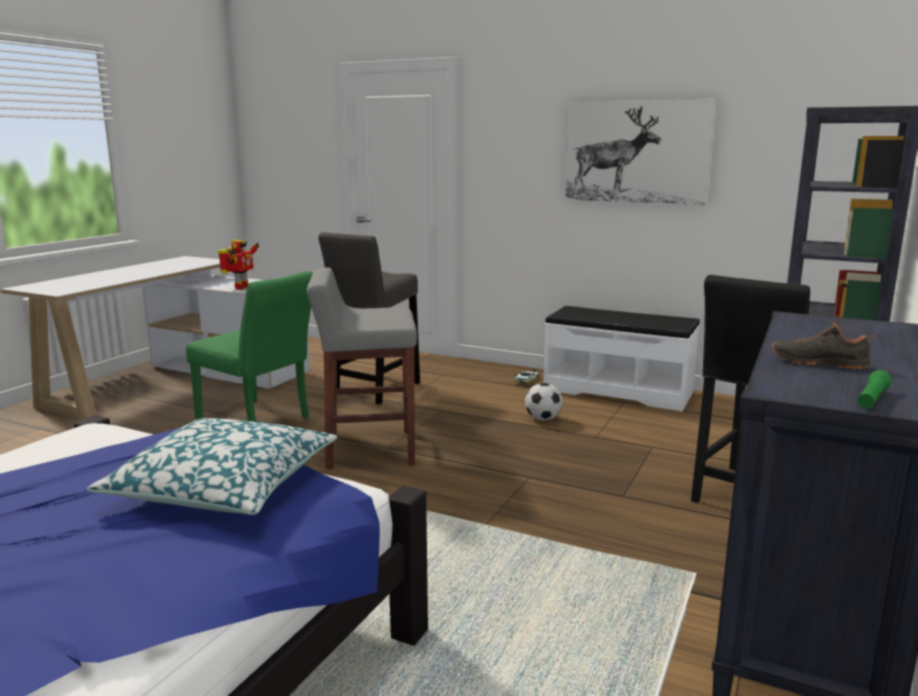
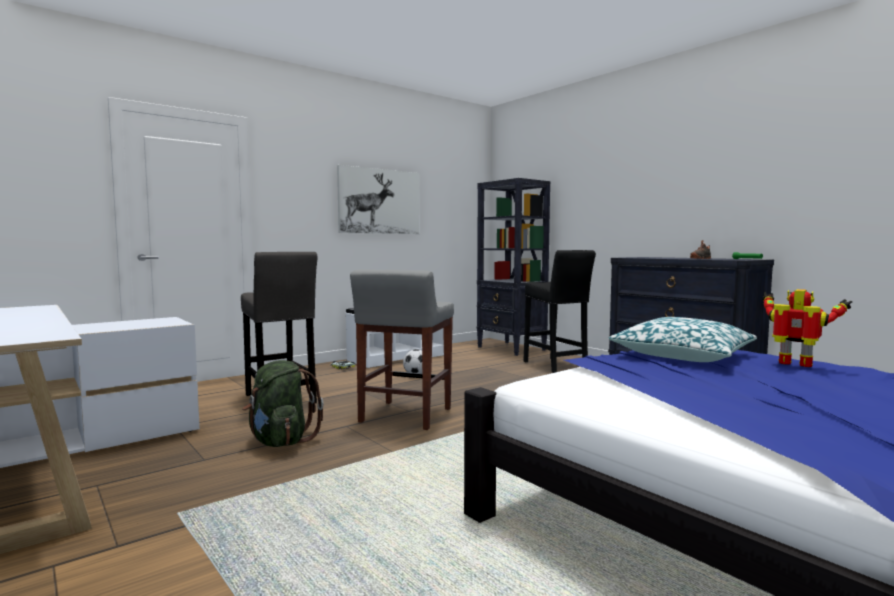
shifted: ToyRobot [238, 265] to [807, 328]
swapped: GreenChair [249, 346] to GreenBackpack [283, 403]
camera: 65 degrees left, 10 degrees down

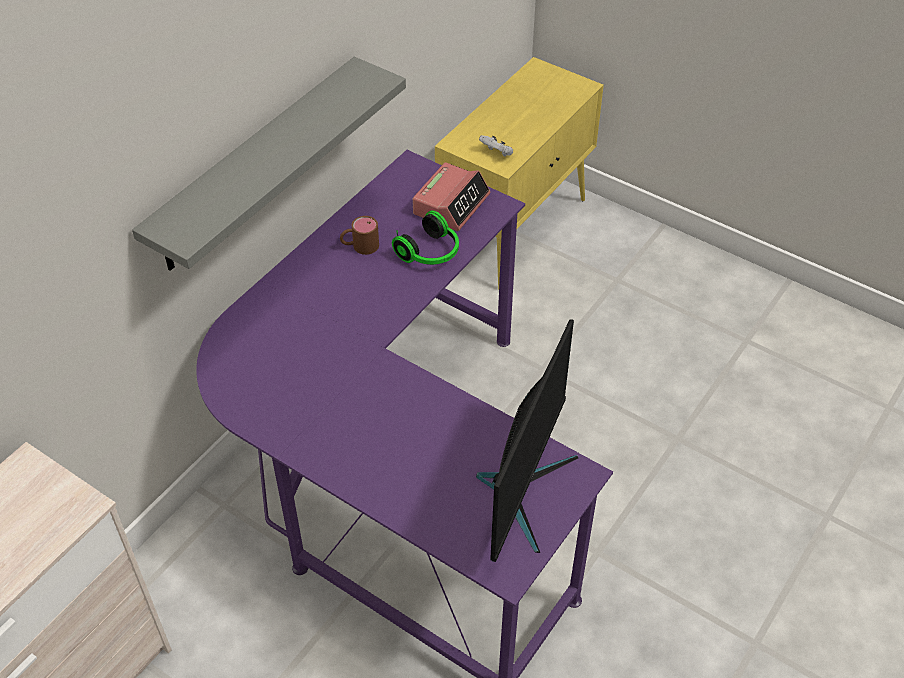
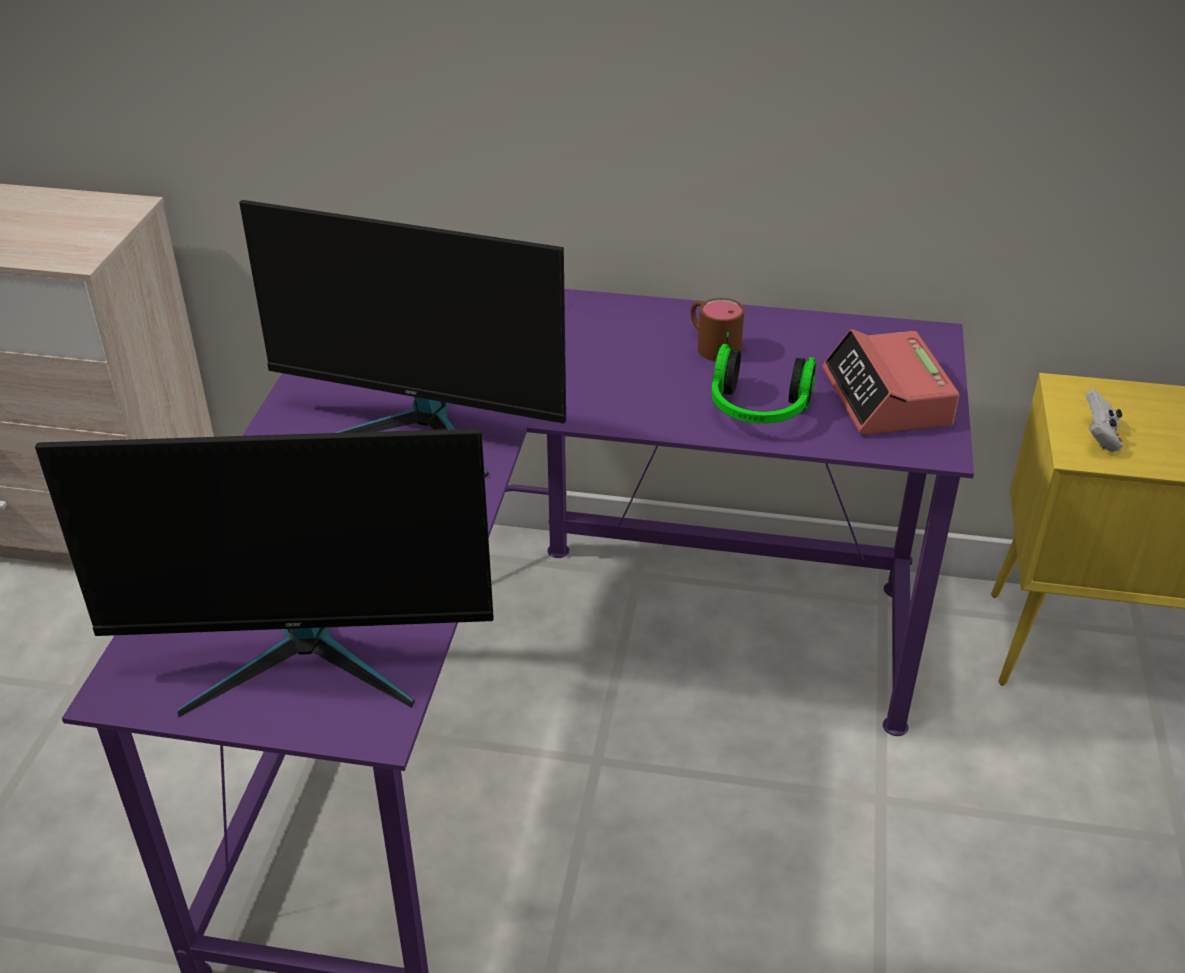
gone: GreyShelf [269, 164]
new: Monitor [402, 339]
rotated: AlarmClock [451, 196] = [890, 382] 75 degrees clockwise
camera: 65 degrees right, 10 degrees down

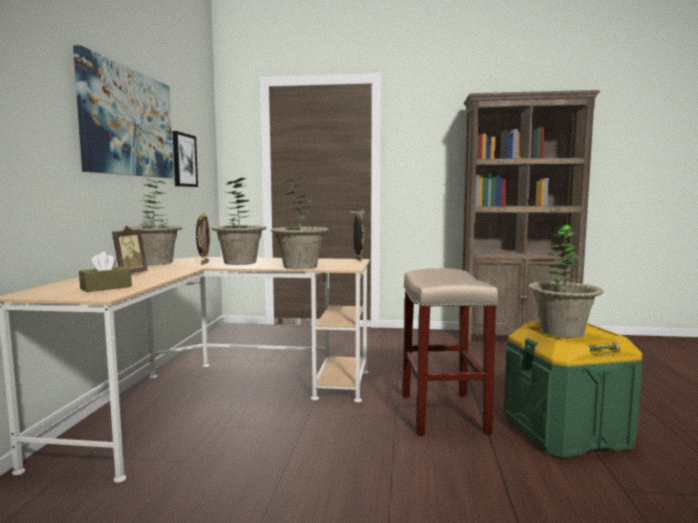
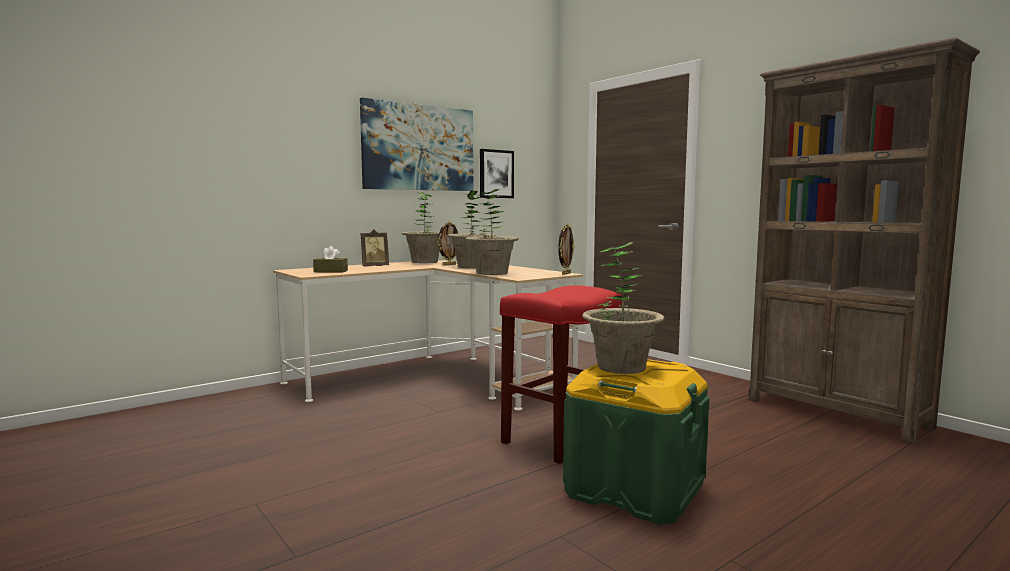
repainted: BeigeStool [450, 352] to RedStool [561, 374]
camera: 45 degrees right, 0 degrees up

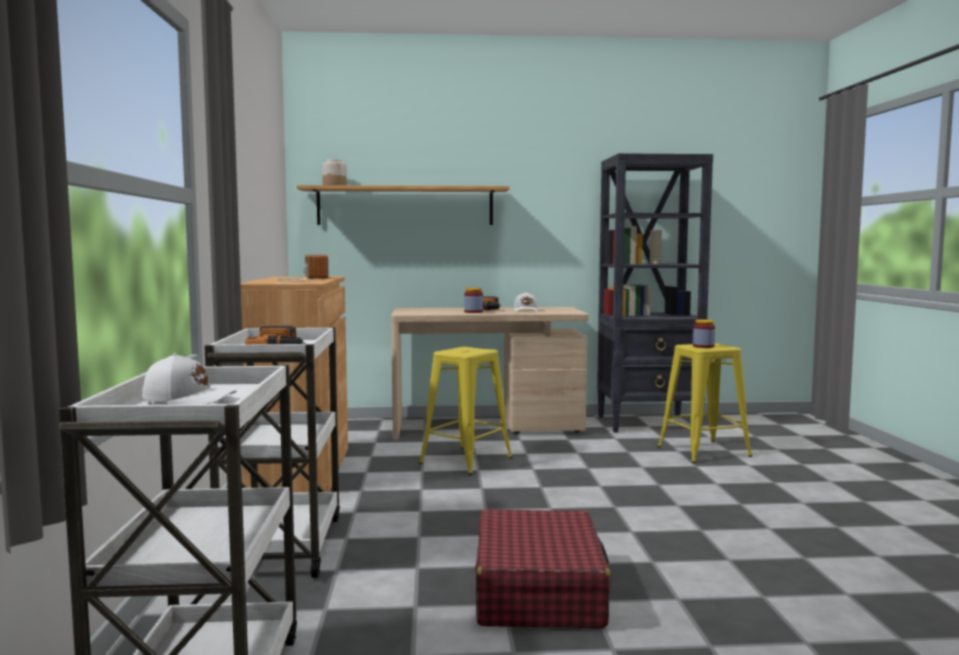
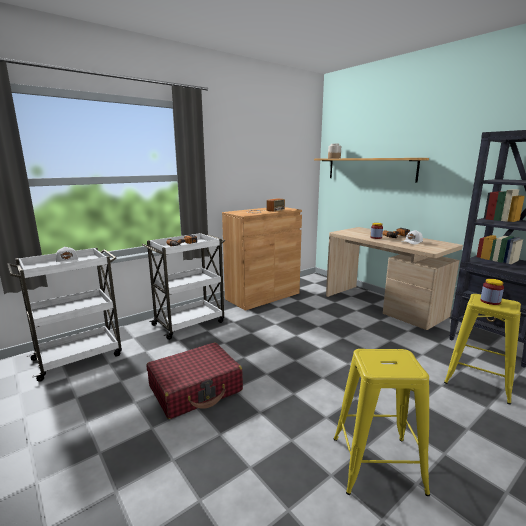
shifted: YellowStool [466, 411] to [381, 422]
camera: 55 degrees right, 10 degrees up

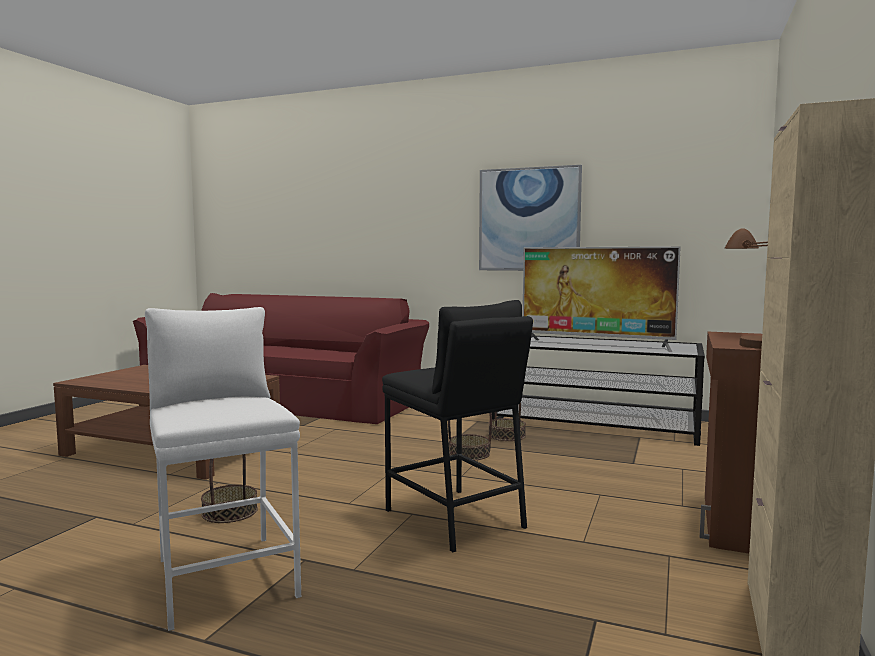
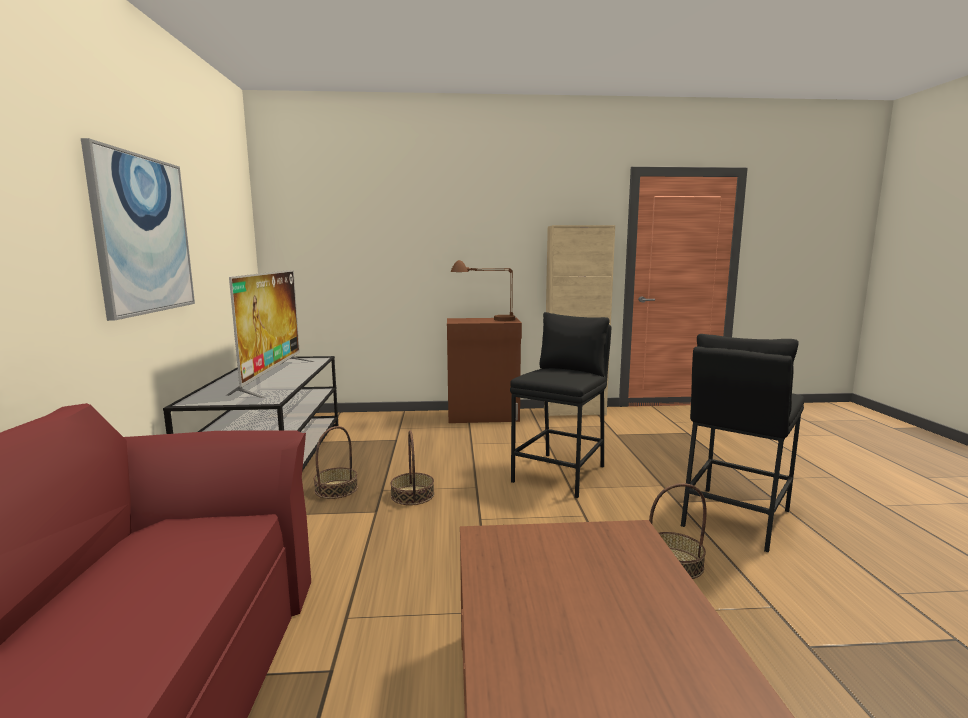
repainted: WhiteStool [223, 469] to BlackStool [743, 443]
camera: 115 degrees left, 5 degrees up

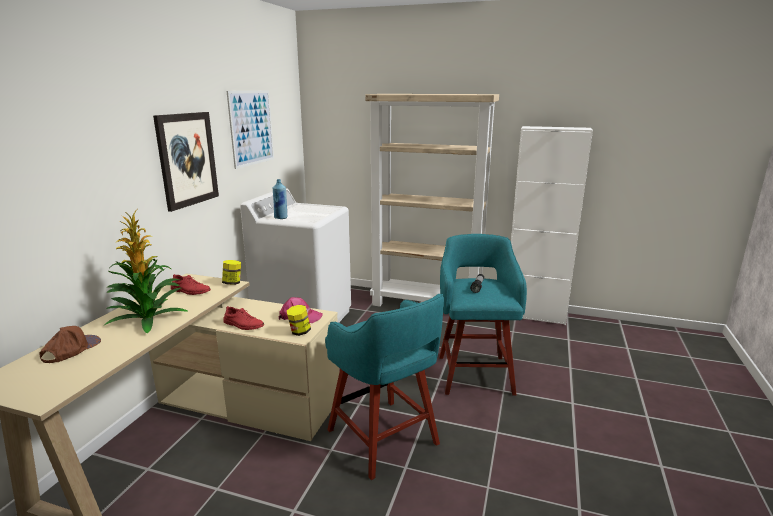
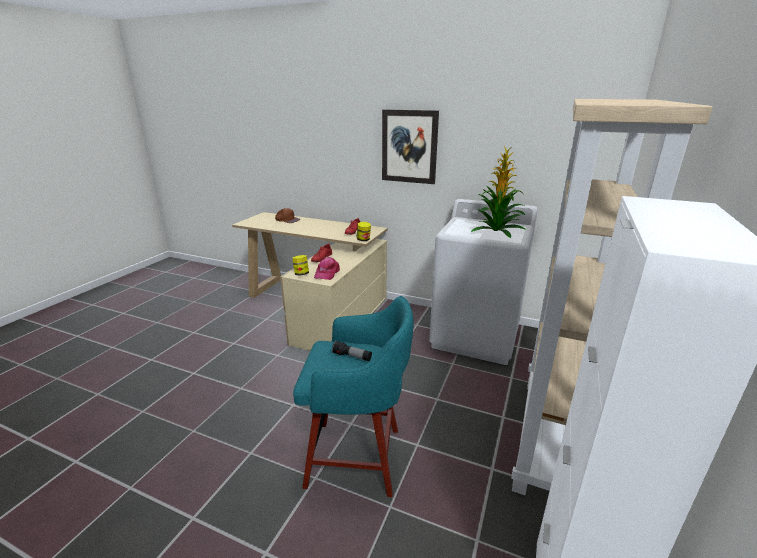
gone: Picture [250, 130]; BlueBottle [280, 199]; TurquoiseStool [384, 387]
shifted: PottedPlant [147, 272] to [498, 192]
camera: 95 degrees right, 5 degrees up

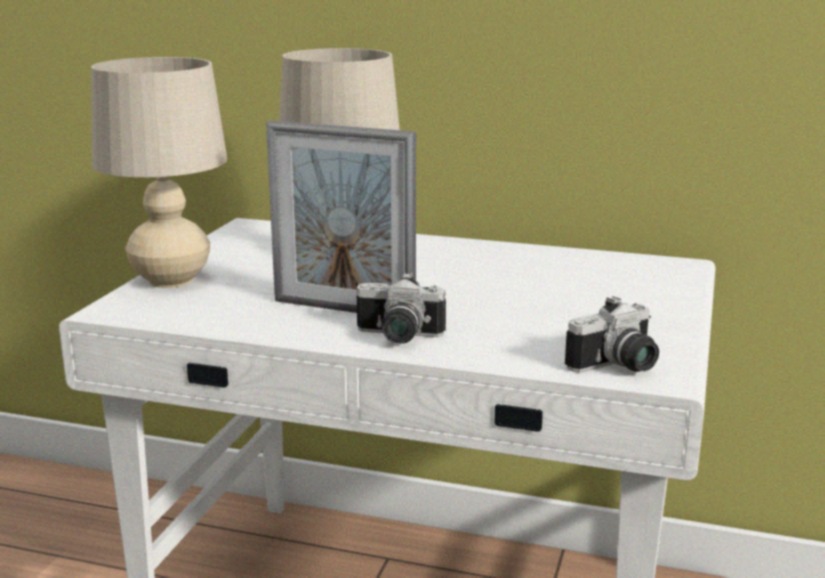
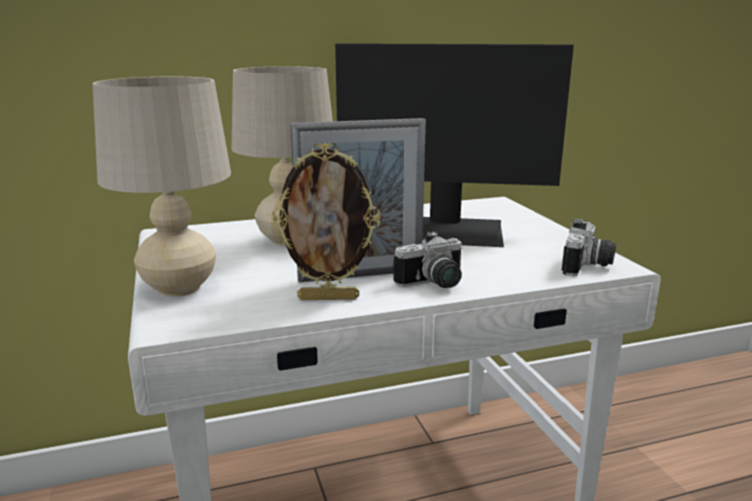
new: PictureFrame [326, 221]; Monitor [454, 145]
camera: 35 degrees left, 0 degrees up

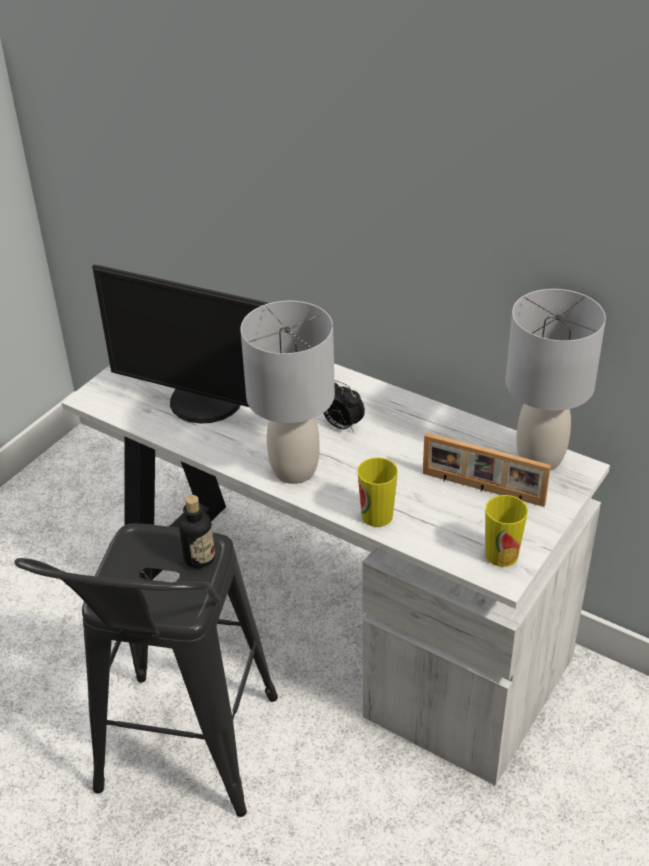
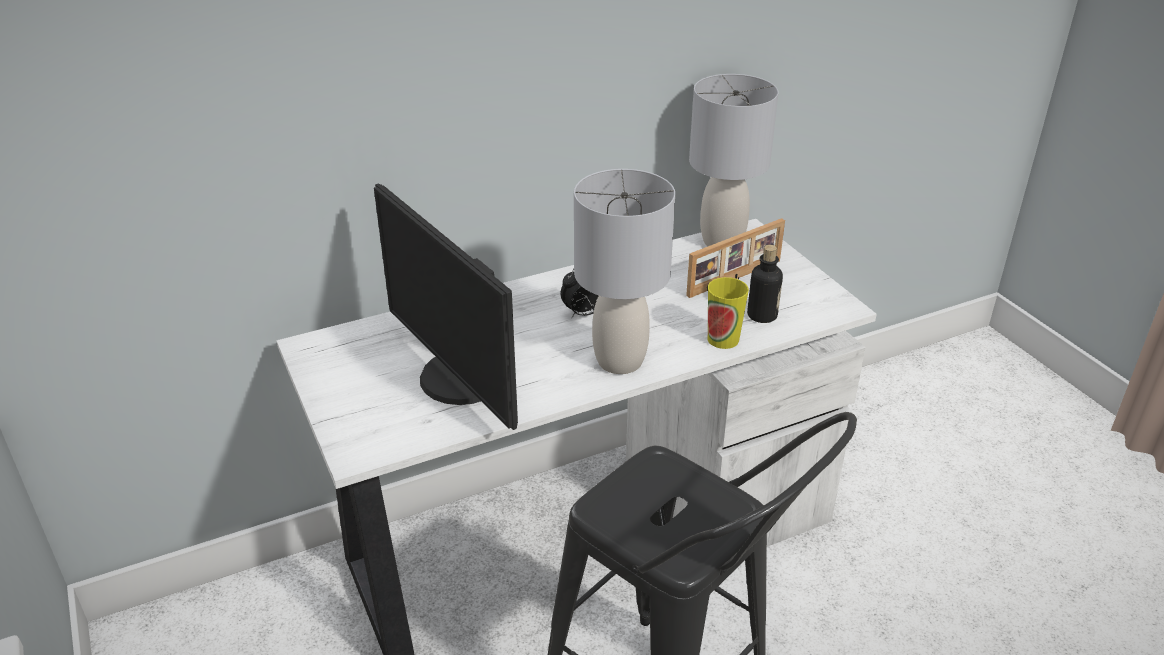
gone: Cup [506, 531]
shifted: Bottle [197, 532] to [765, 284]
rotated: Monitor [180, 344] = [446, 306] 90 degrees clockwise
camera: 60 degrees left, 5 degrees down

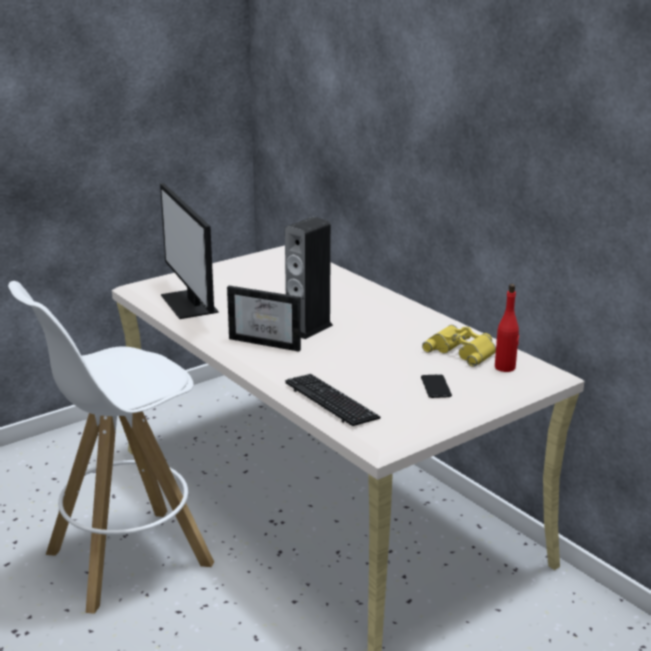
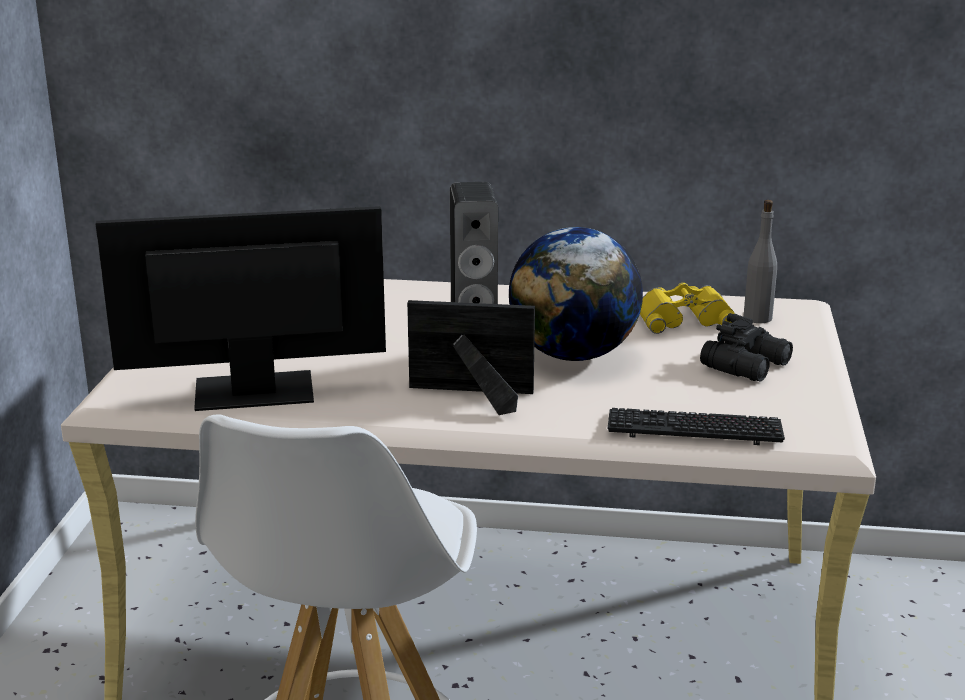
new: Globe [576, 294]
swapped: Phone [436, 386] to BlackBinoculars [746, 347]
repainted: RedBottle [507, 328] to GreyBottle [760, 261]
rotated: Monitor [189, 251] = [240, 308] 150 degrees clockwise; PictureFrame [264, 319] = [471, 357] 150 degrees counterclockwise
camera: 45 degrees left, 0 degrees up

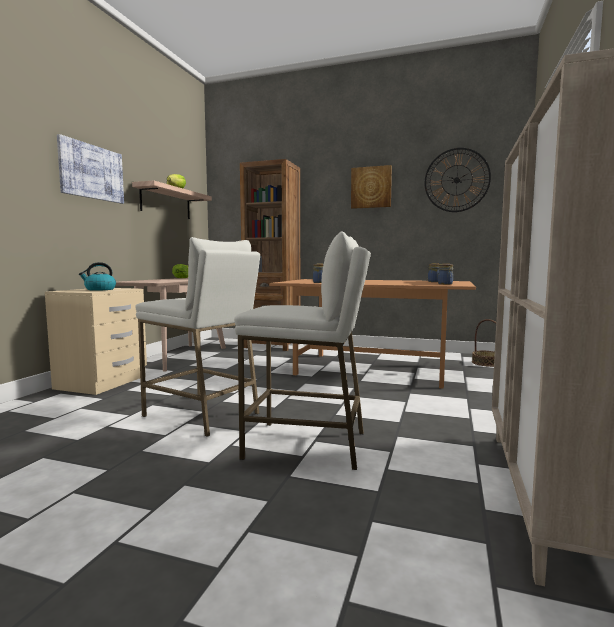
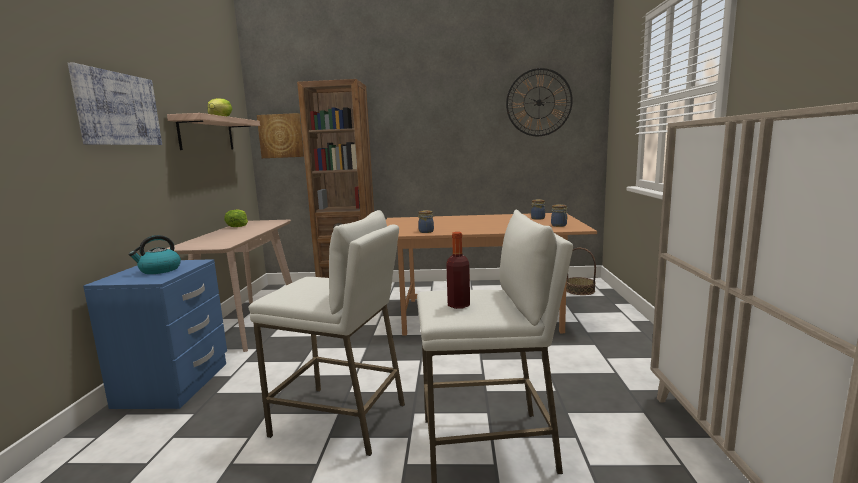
new: Bottle [458, 270]
shifted: Picture [371, 187] to [280, 135]
repainted: BeigeNightstand [96, 341] to BlueNightstand [155, 334]
camera: 15 degrees left, 5 degrees up

